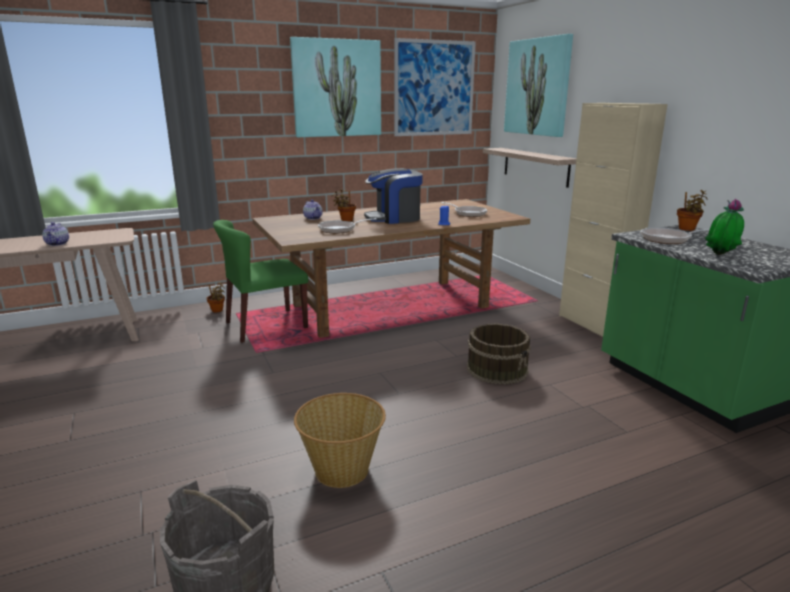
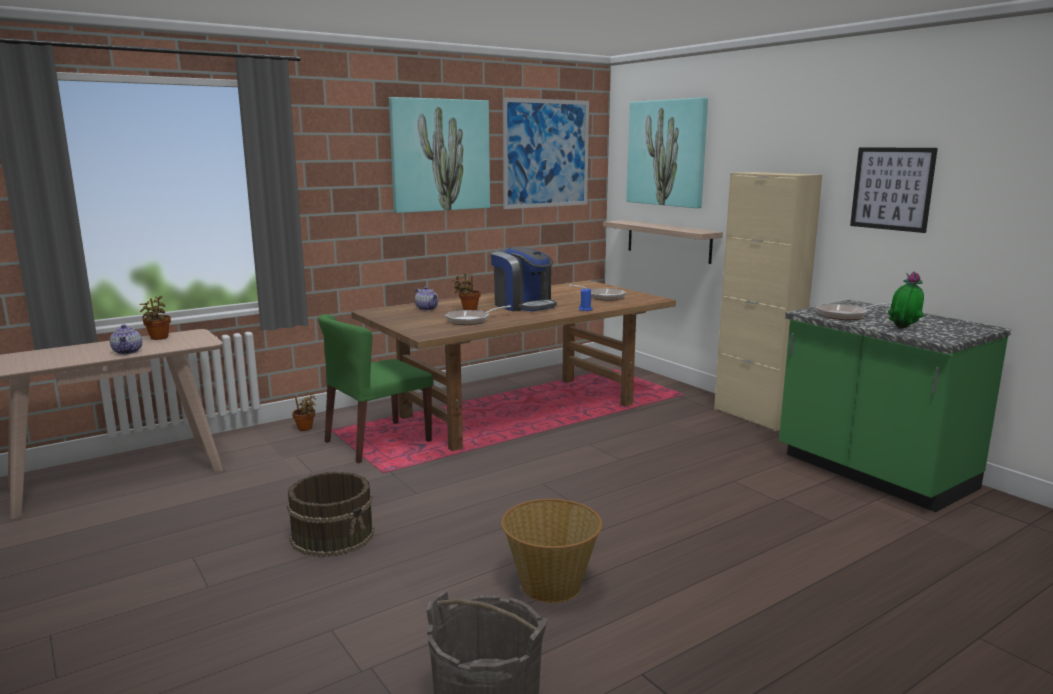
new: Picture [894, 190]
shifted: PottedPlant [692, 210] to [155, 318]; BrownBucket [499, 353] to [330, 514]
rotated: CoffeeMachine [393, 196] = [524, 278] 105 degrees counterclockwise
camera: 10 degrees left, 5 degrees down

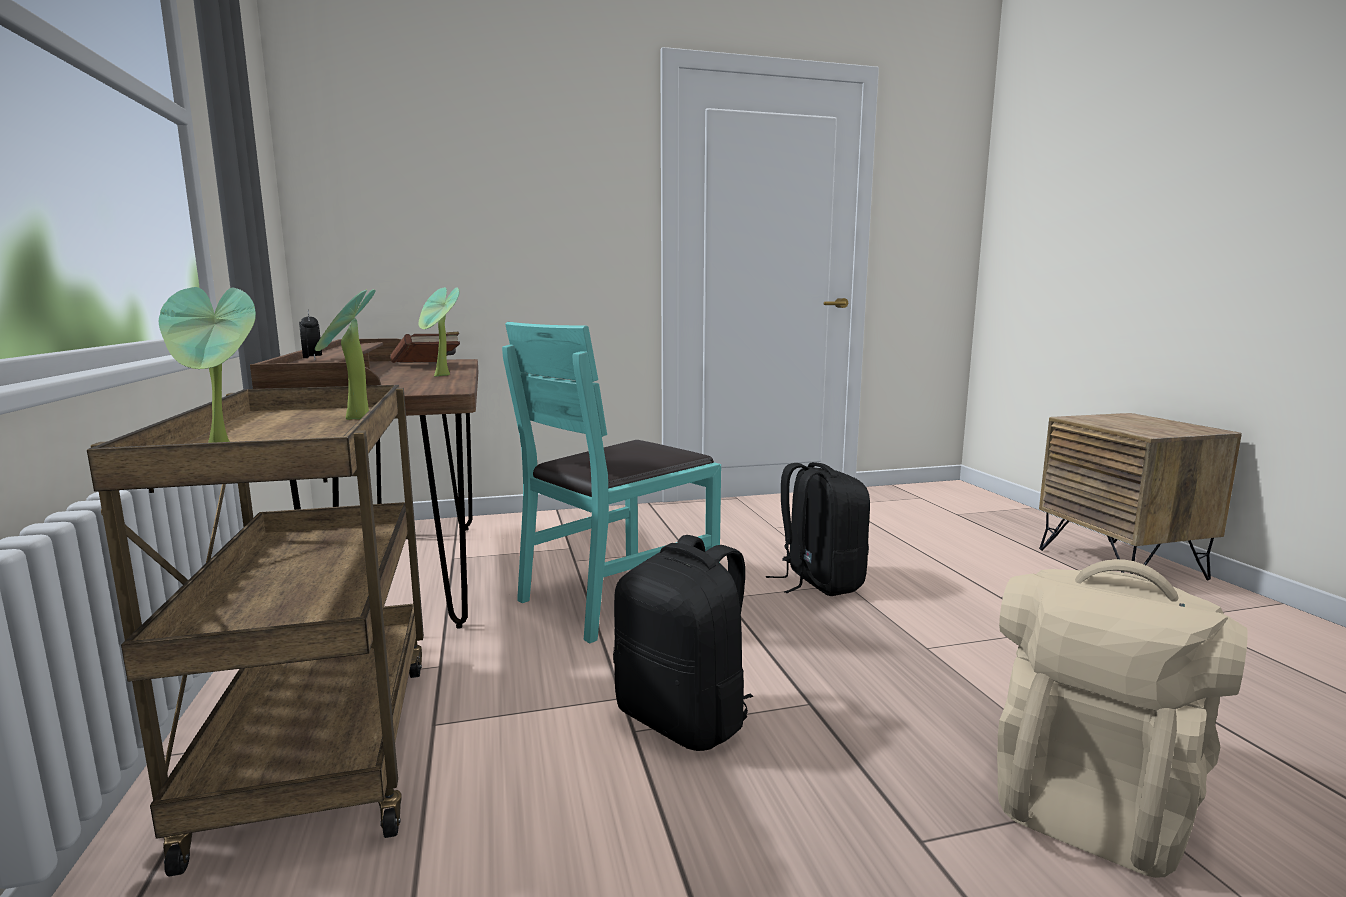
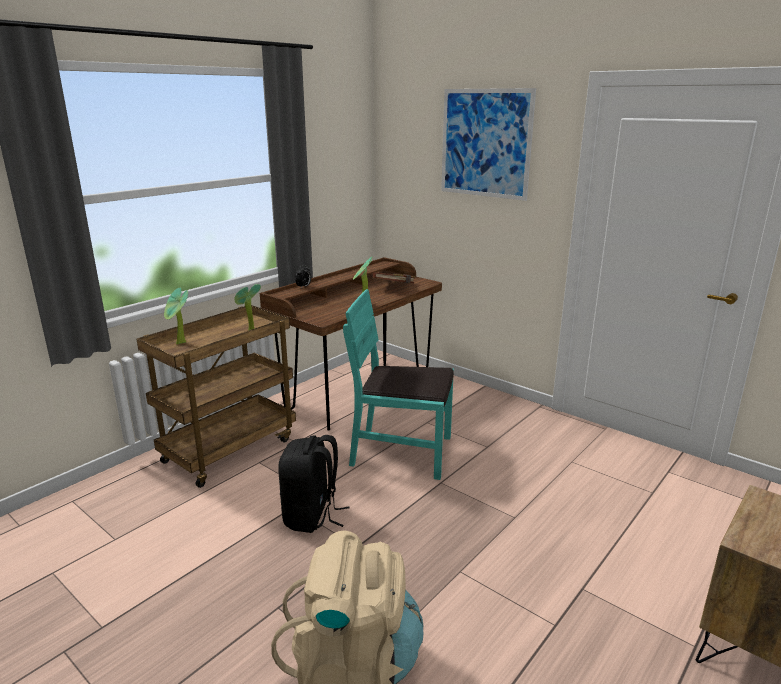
gone: BlackBackpack [818, 529]
new: Picture [488, 144]
camera: 55 degrees right, 10 degrees up

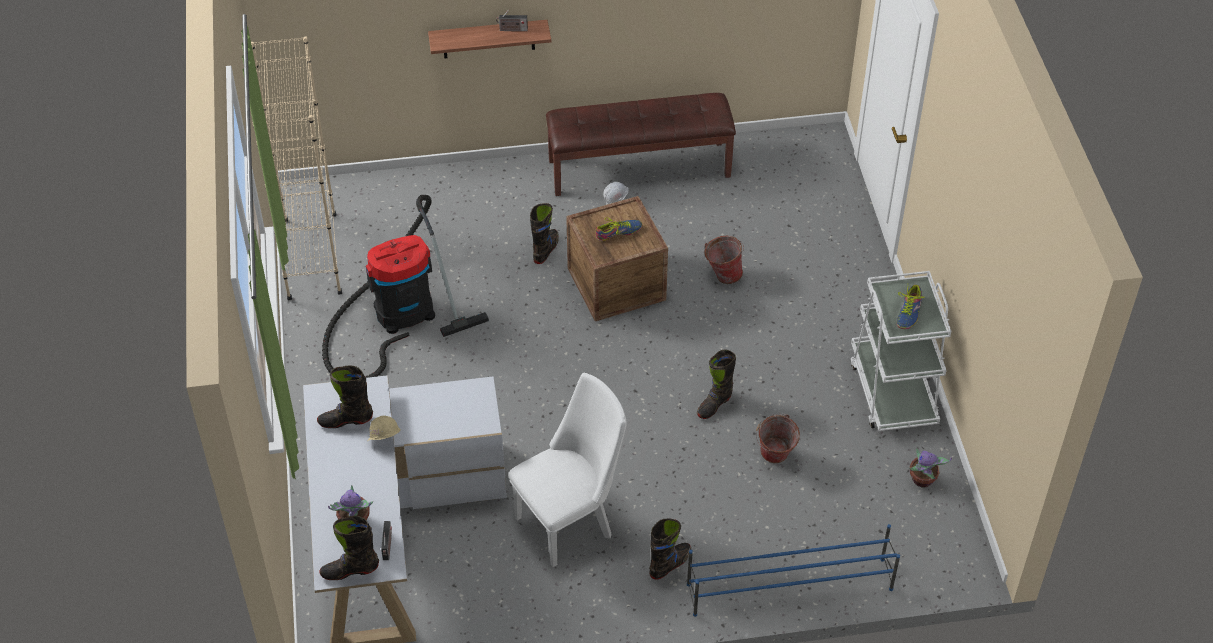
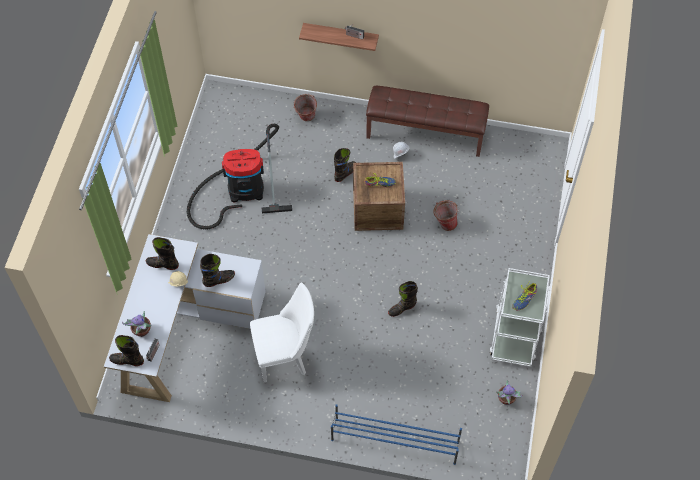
gone: BeigeBookcase [296, 168]
shifted: BlackBoot [670, 548] to [217, 270]; Bucket [778, 438] to [305, 107]
camera: 20 degrees right, 10 degrees up

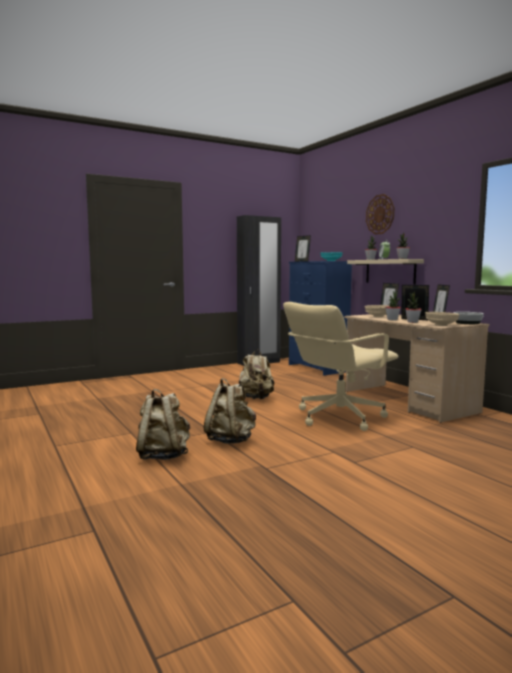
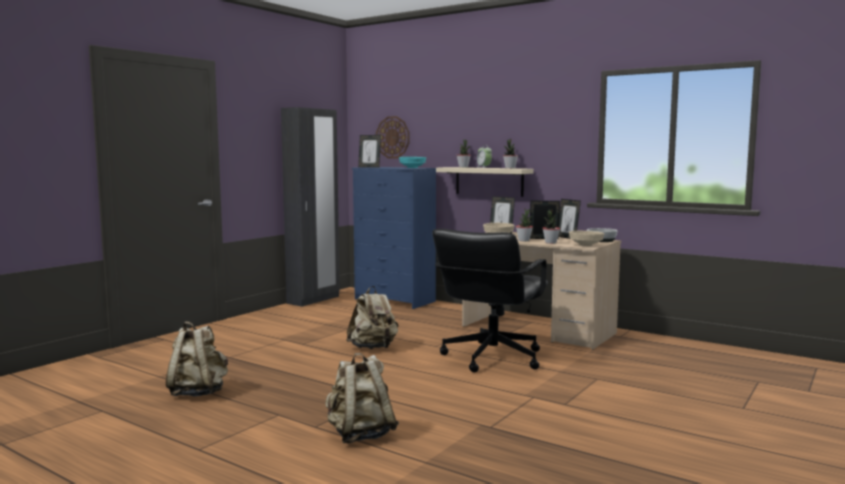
shifted: BeigeBackpack [230, 411] to [197, 358]; WallClock [380, 214] to [392, 137]
repainted: BeigeOfficeChair [340, 366] to BlackOfficeChair [490, 300]
camera: 25 degrees left, 0 degrees up

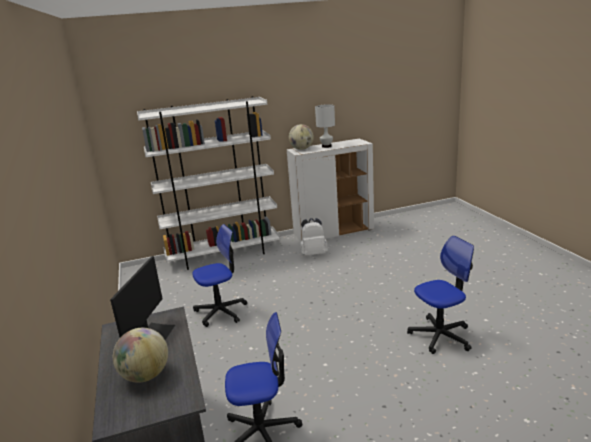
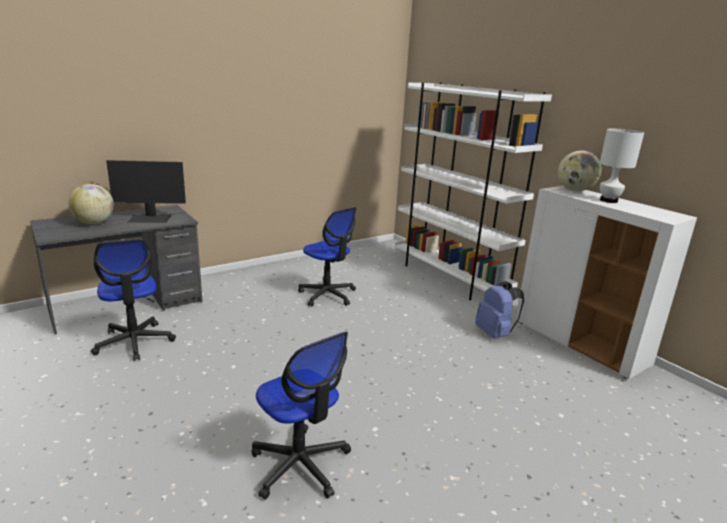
repainted: WhiteBackpack [314, 237] to BlueBackpack [499, 309]
camera: 70 degrees right, 0 degrees up

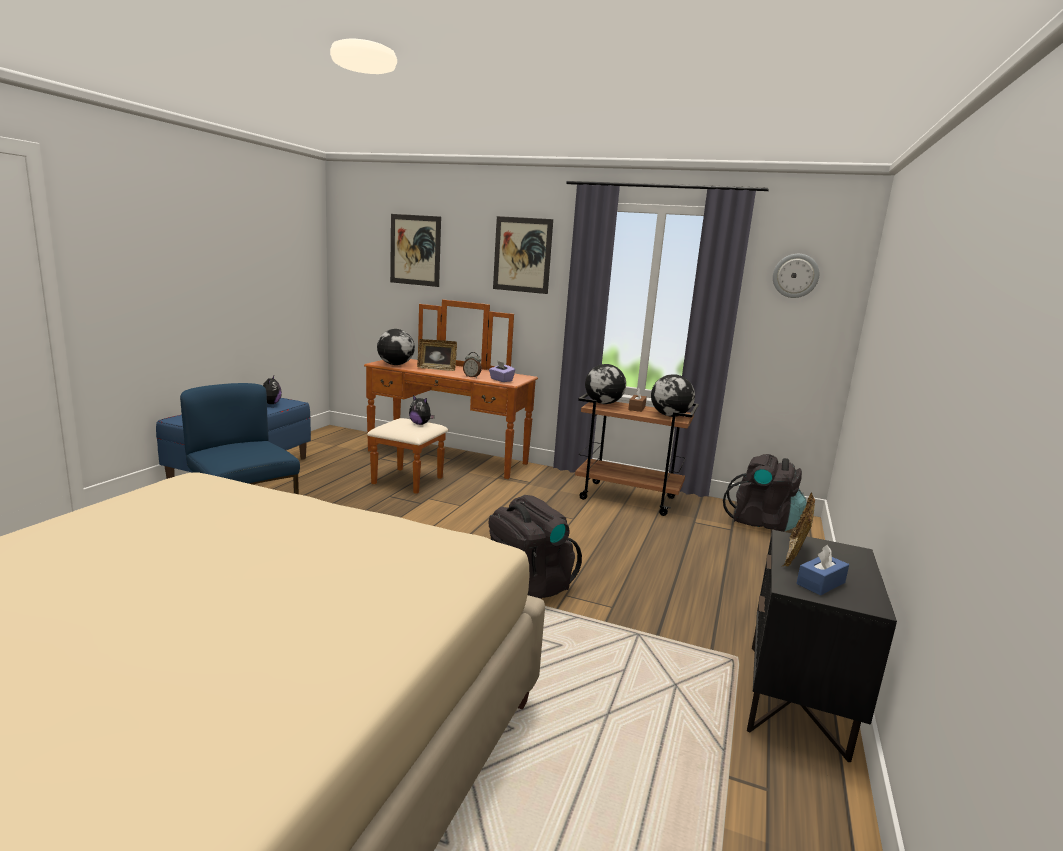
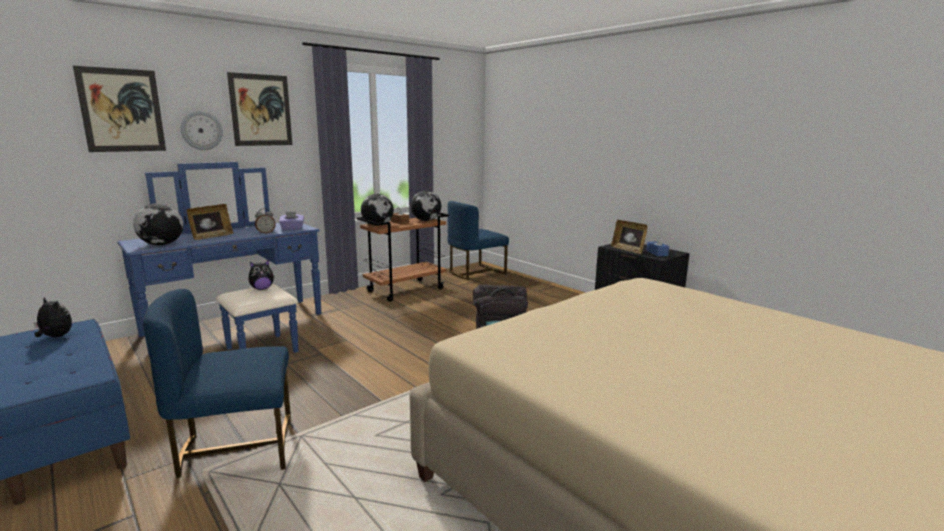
shifted: WallClock [796, 276] to [202, 130]
swapped: BlackBackpack [765, 493] to BlueChair [478, 240]
repainted: BrownDresser [451, 397] to BlueDresser [219, 258]
camera: 60 degrees left, 0 degrees up

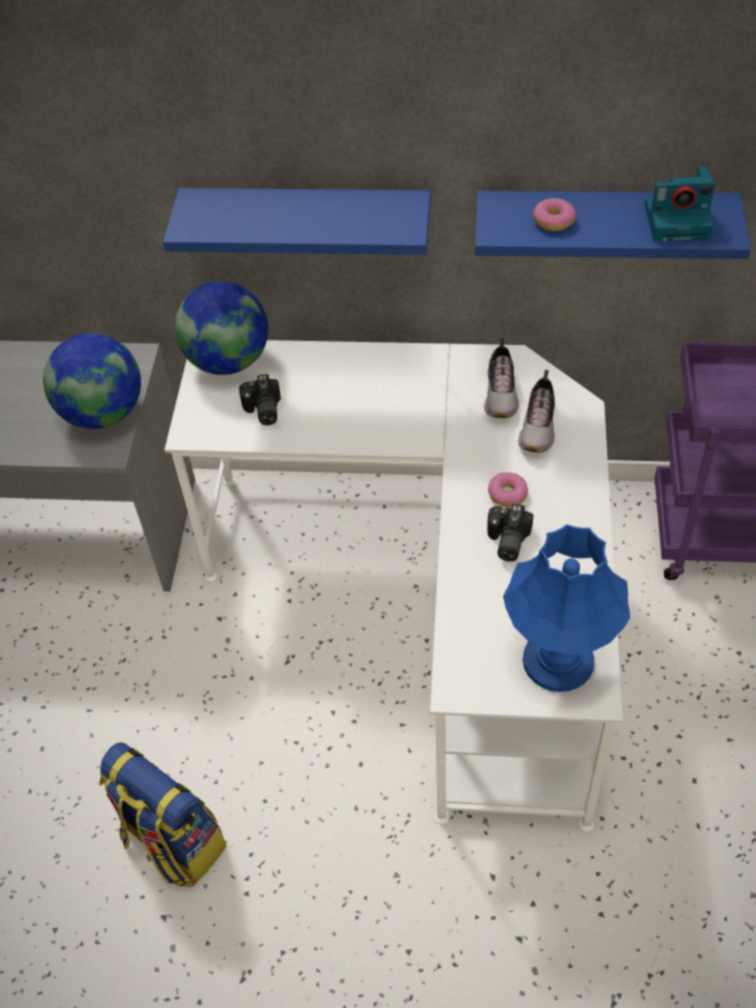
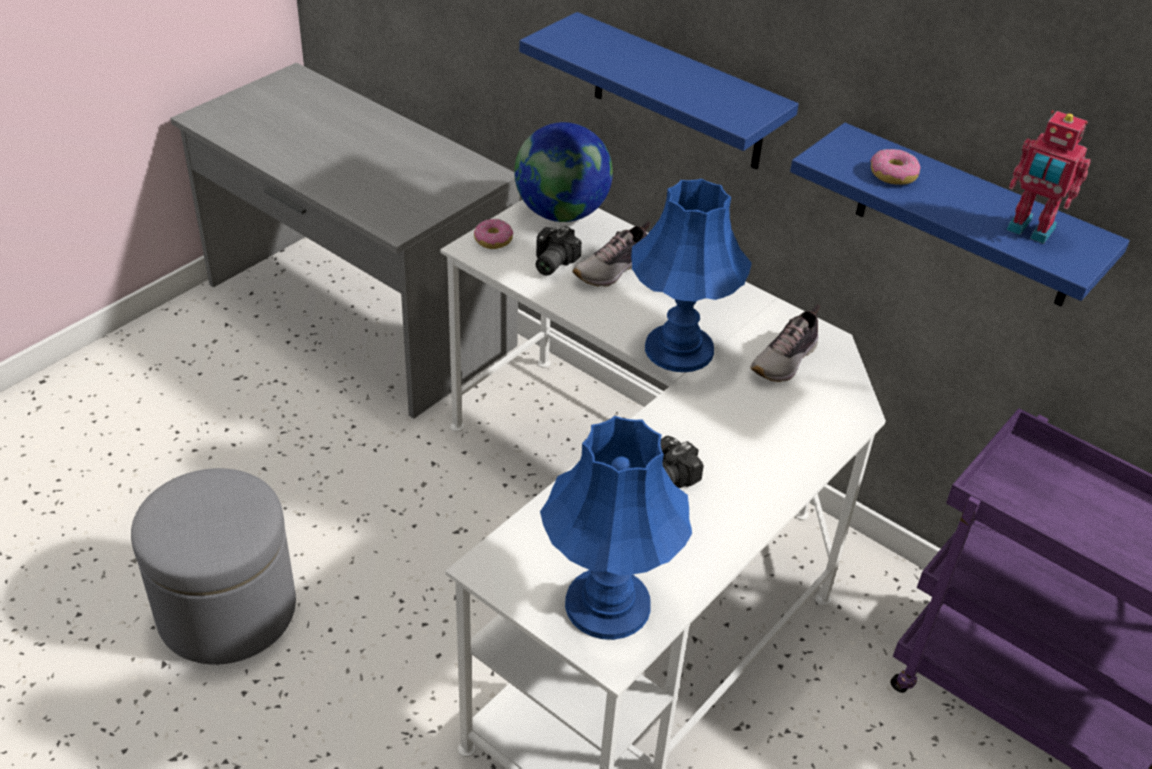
gone: Globe [92, 381]
new: BlueTableLamp [691, 275]
shifted: Donut [508, 489] to [494, 234]; Shoe [536, 411] to [611, 254]
swapped: Backpack [162, 814] to GreyOttoman [213, 566]; PhotoCamera [680, 204] to ToyRobot [1049, 177]
camera: 30 degrees right, 10 degrees down

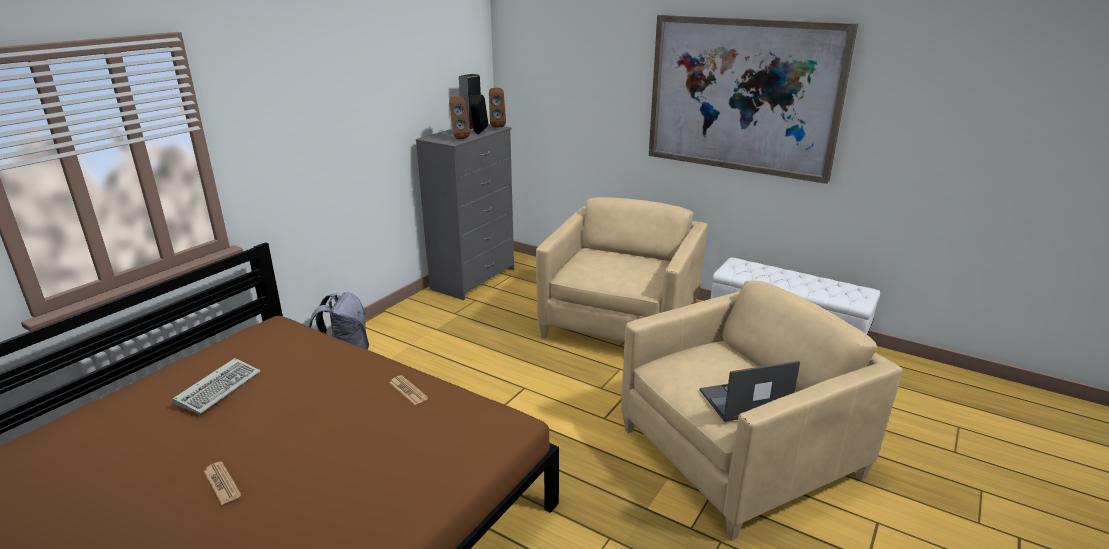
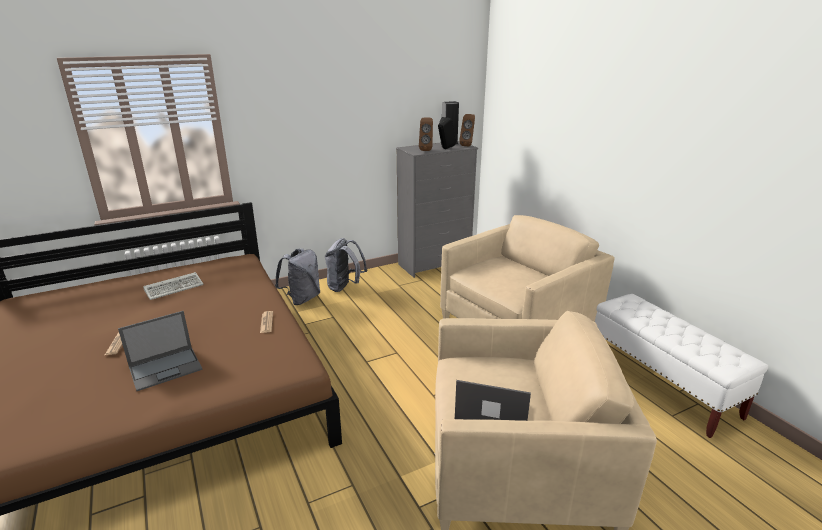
gone: Picture [754, 99]
new: Laptop [160, 351]; GreyBackpack [346, 265]
camera: 30 degrees right, 0 degrees up

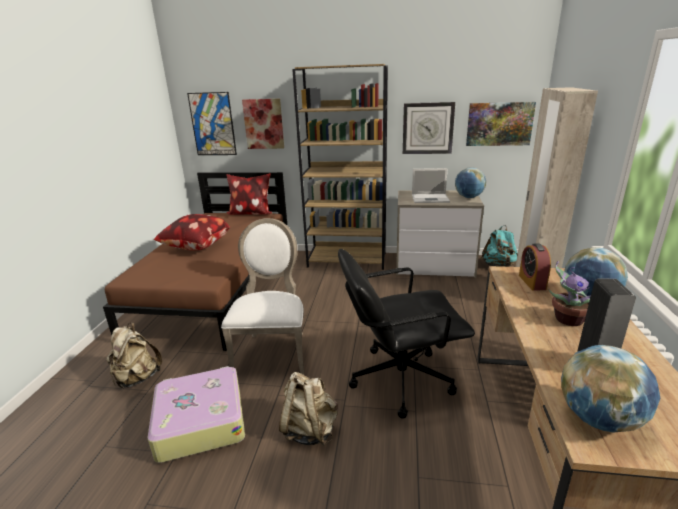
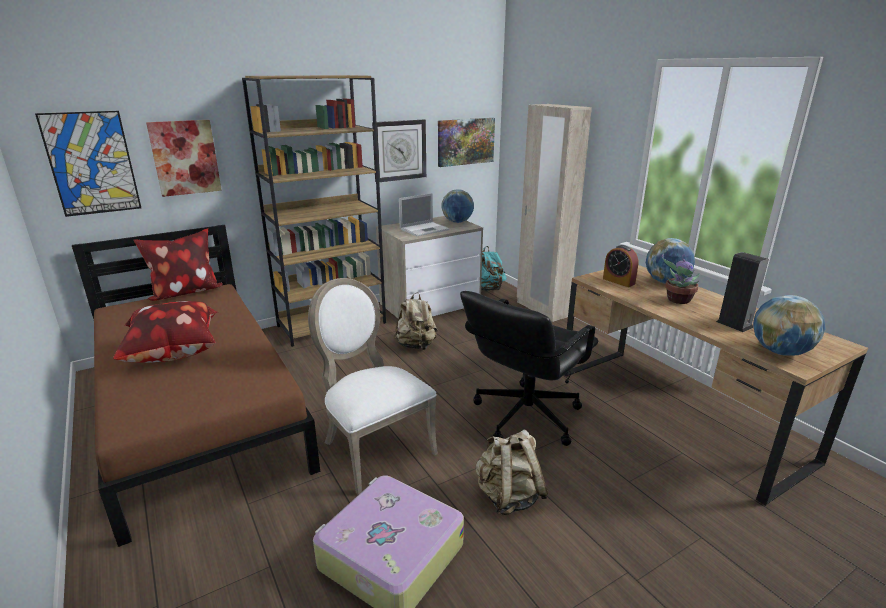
shifted: BeigeBackpack [134, 355] to [415, 321]
camera: 40 degrees left, 0 degrees up

